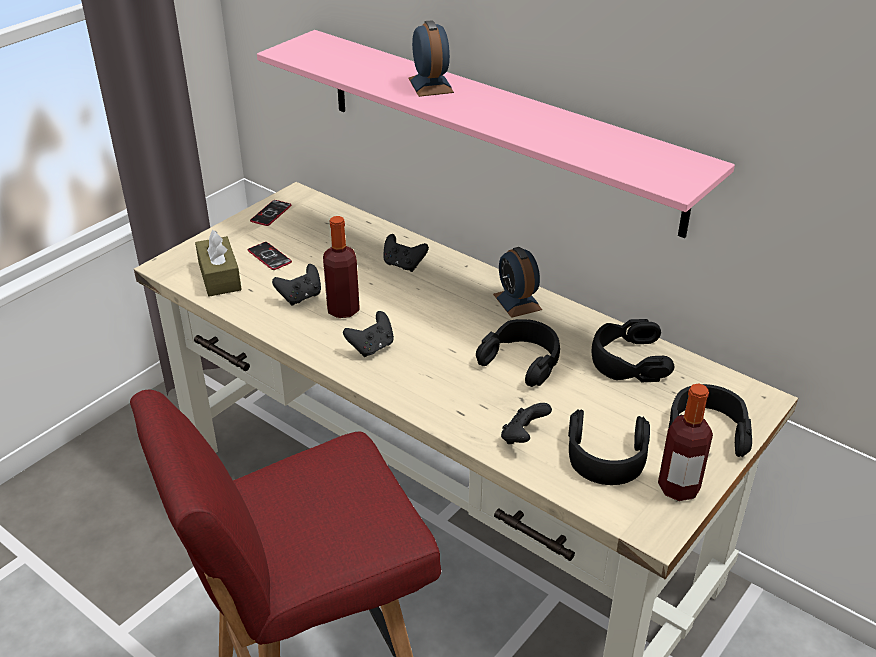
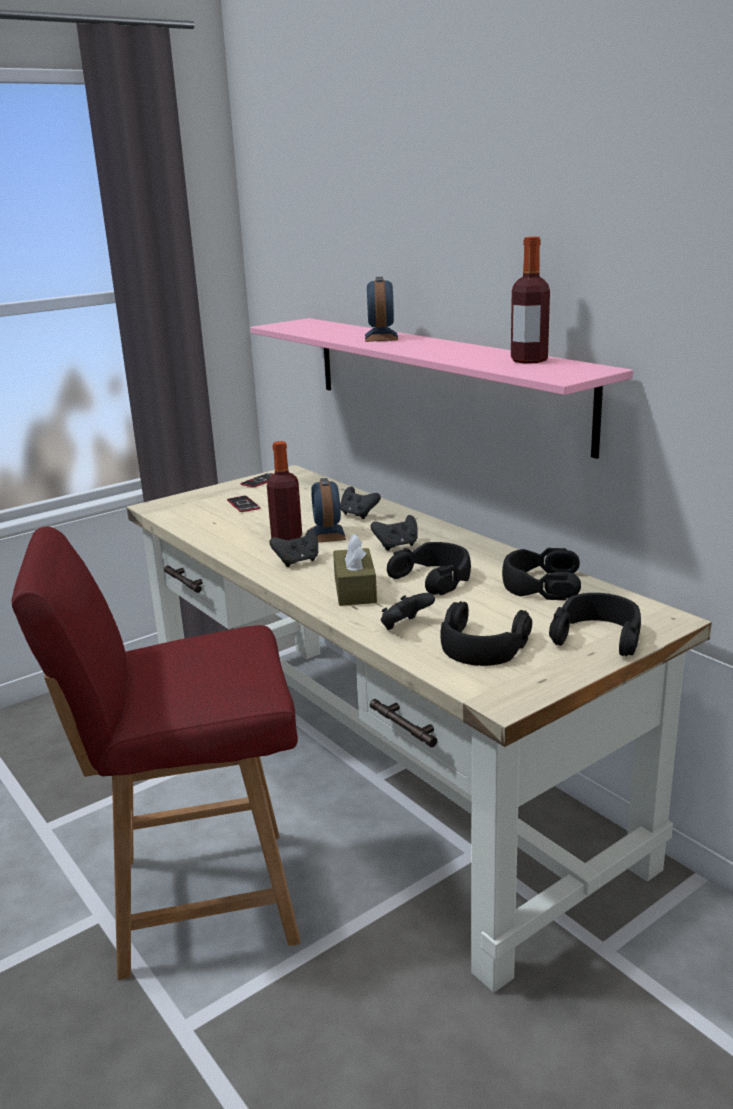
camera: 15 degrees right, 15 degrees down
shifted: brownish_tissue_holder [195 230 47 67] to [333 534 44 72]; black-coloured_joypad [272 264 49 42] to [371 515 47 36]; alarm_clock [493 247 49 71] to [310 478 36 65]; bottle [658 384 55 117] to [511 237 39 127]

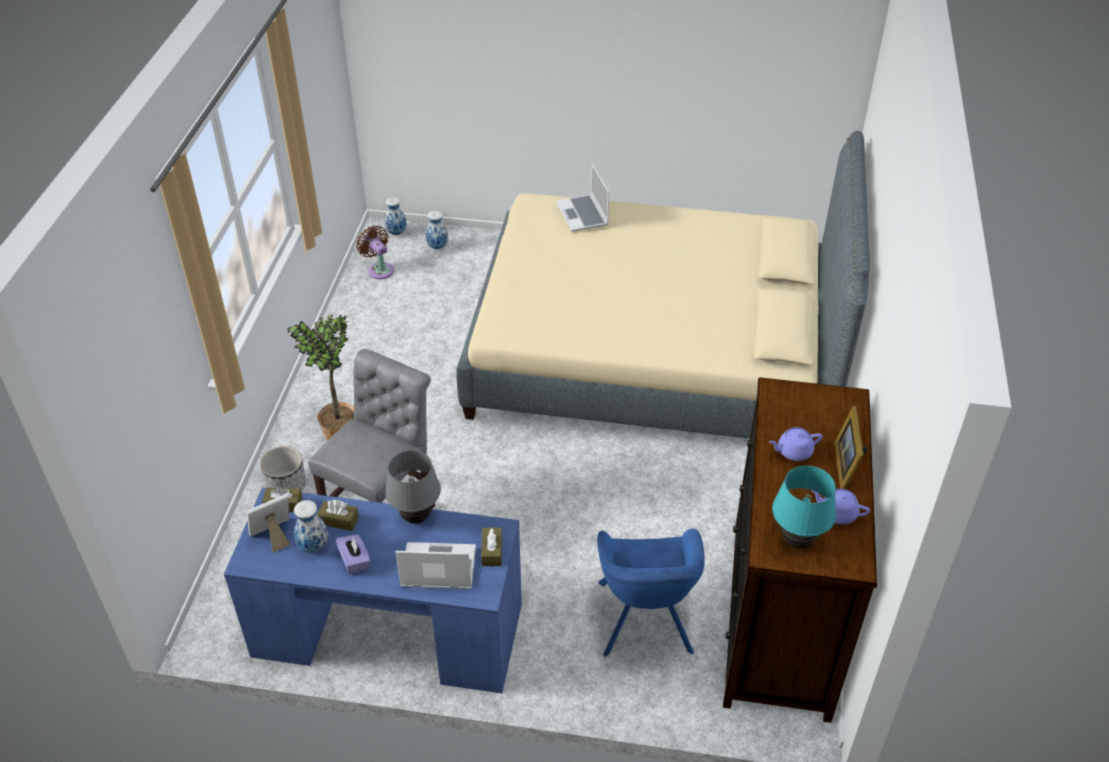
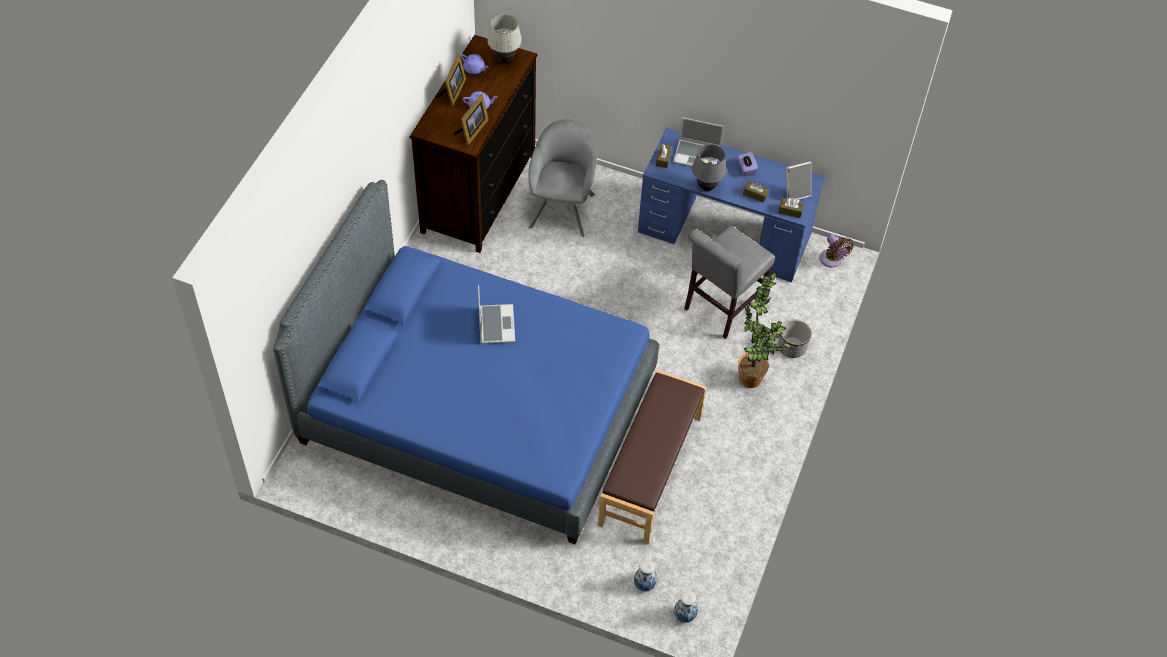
camera: 170 degrees left, 10 degrees up
gone: flower_vase [294 500 35 53]
new: picture_frame [454 94 35 52]; brownish_long_seat [598 370 108 174]
shifted: brownish_fan [357 226 37 53] to [820 234 34 34]; portable_computer [556 163 53 69] to [478 285 37 59]
repainted: beige_bedroom_bed [456 131 414 308] to bluish_bedroom_bed [273 180 386 364]; bluish_armchair [597 529 108 128] to gray_armchair [528 119 69 118]; blue-green_lamp_for_a_table [772 466 64 83] to white_lamp_for_a_table [487 14 35 49]

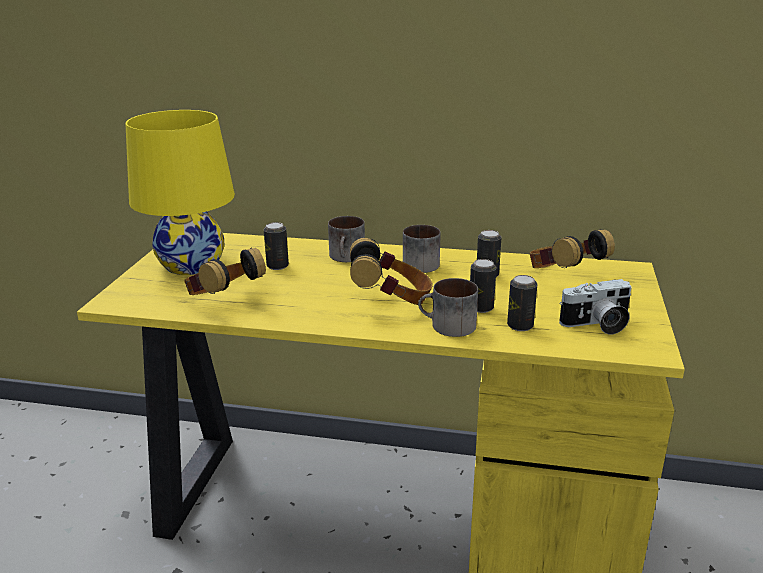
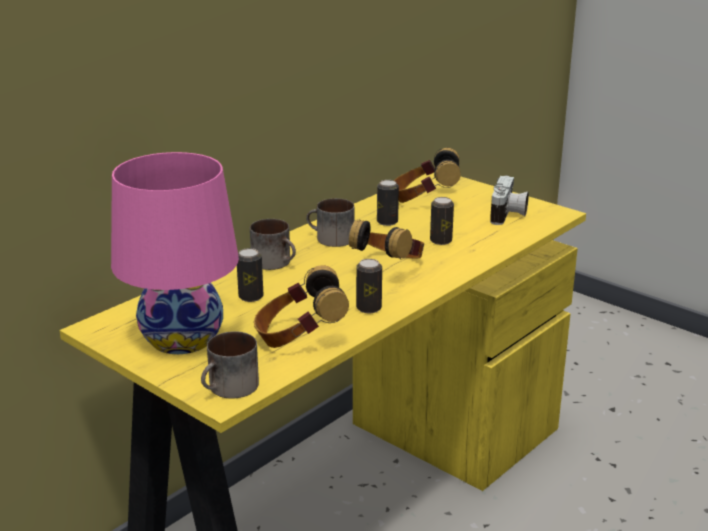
camera: 60 degrees left, 0 degrees up
shifted: mug [418 278 60 59] to [201 331 58 68]; metal_can [507 275 31 56] to [356 259 26 54]
repainted: yellowish_lamp_for_a_table [126 110 109 165] to pink_lamp_for_a_table [111 152 128 202]

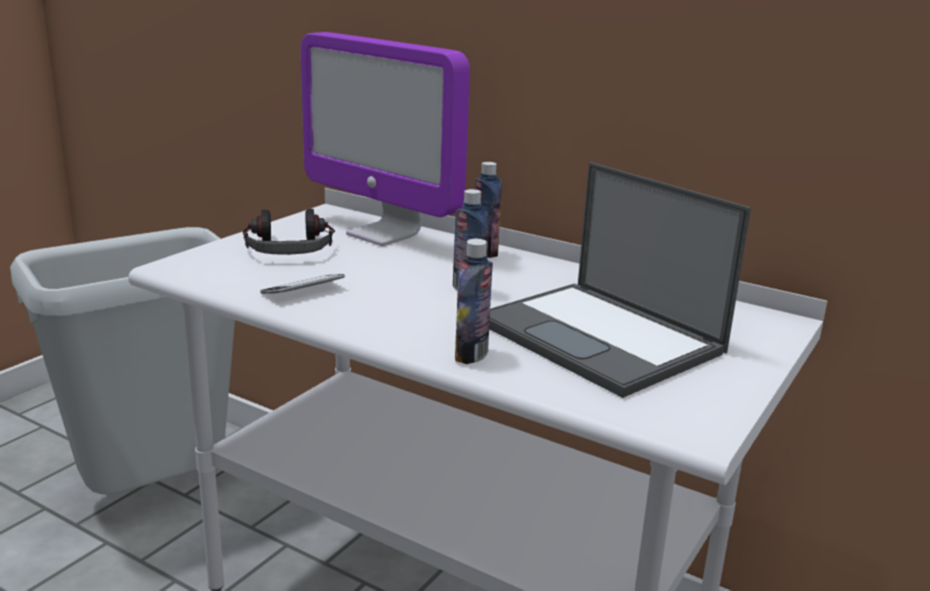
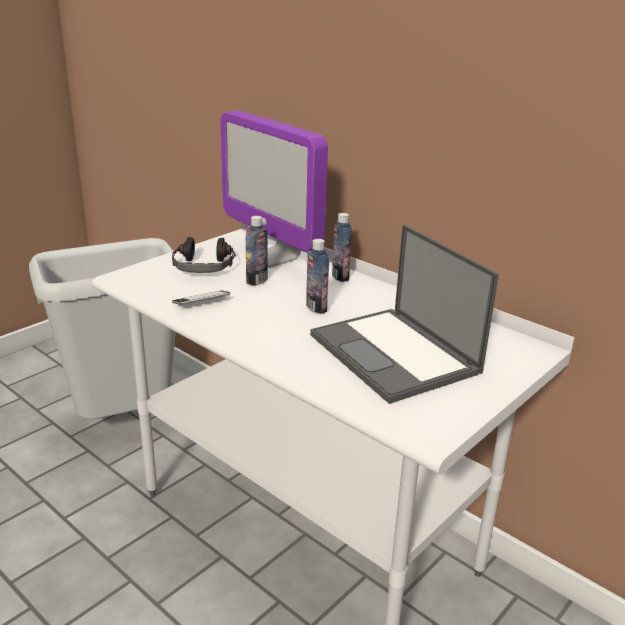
camera: 10 degrees right, 5 degrees up
shifted: bottle [455 239 38 125] to [246 216 22 70]

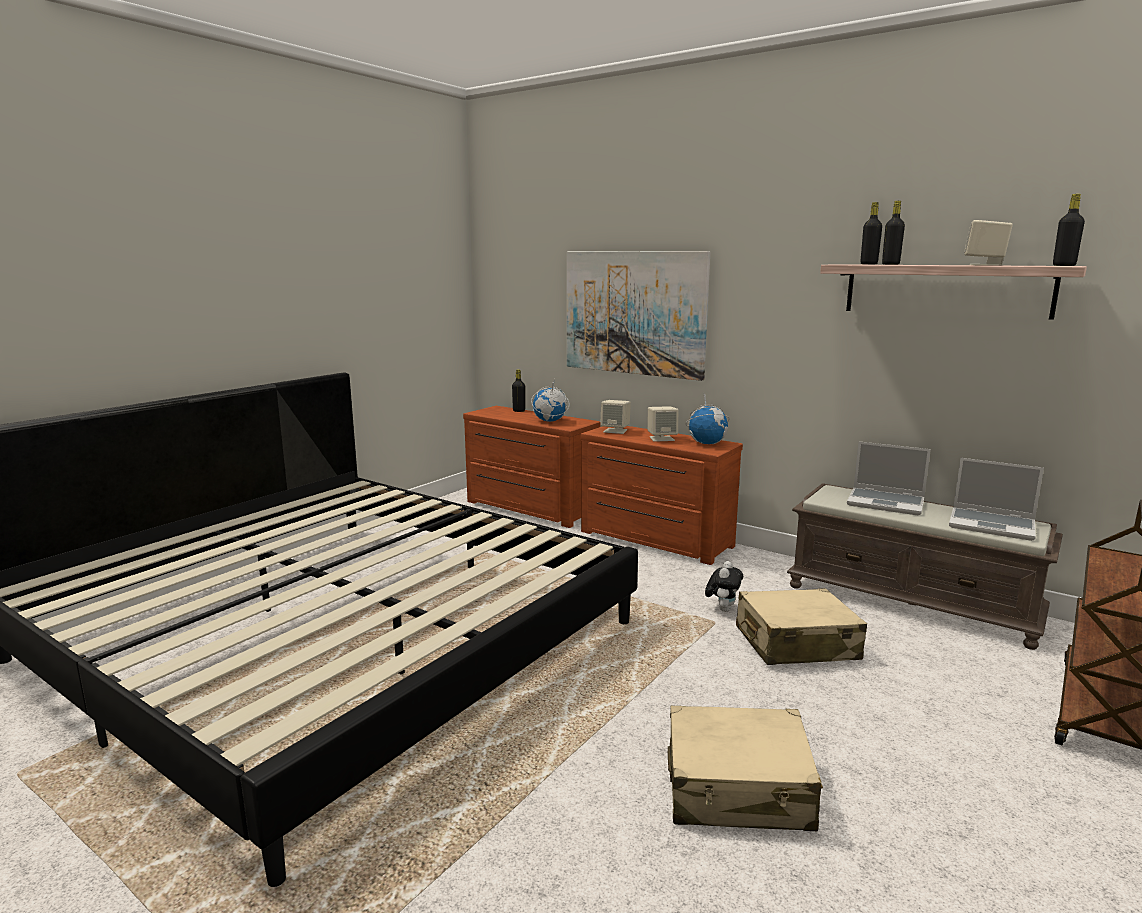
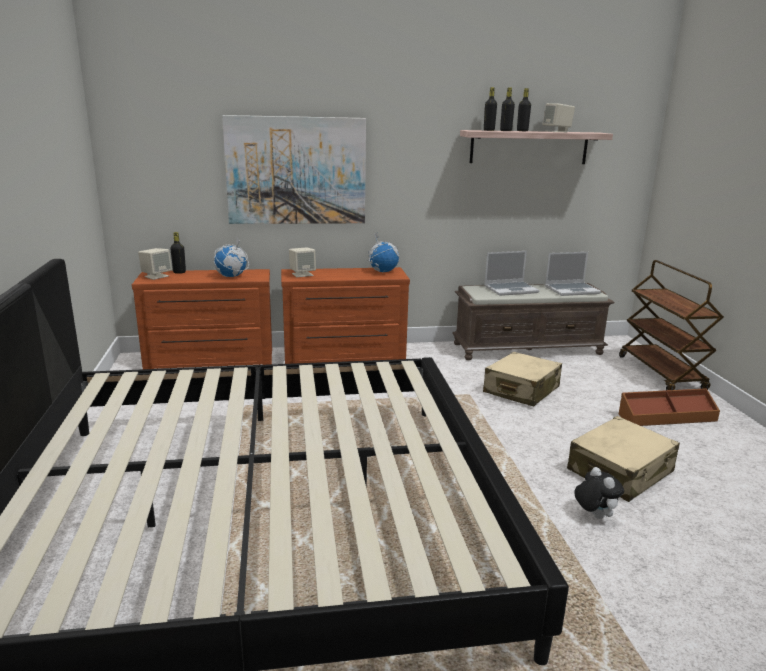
camera: 45 degrees left, 5 degrees up
new: brownish_storage_container [618 388 102 38]
shifted: beige_speaker [648 406 30 36] to [138 248 34 32]; plush_toy [705 561 38 51] to [574 467 50 52]; black-coloured_bottle [1053 194 32 72] to [517 88 14 43]

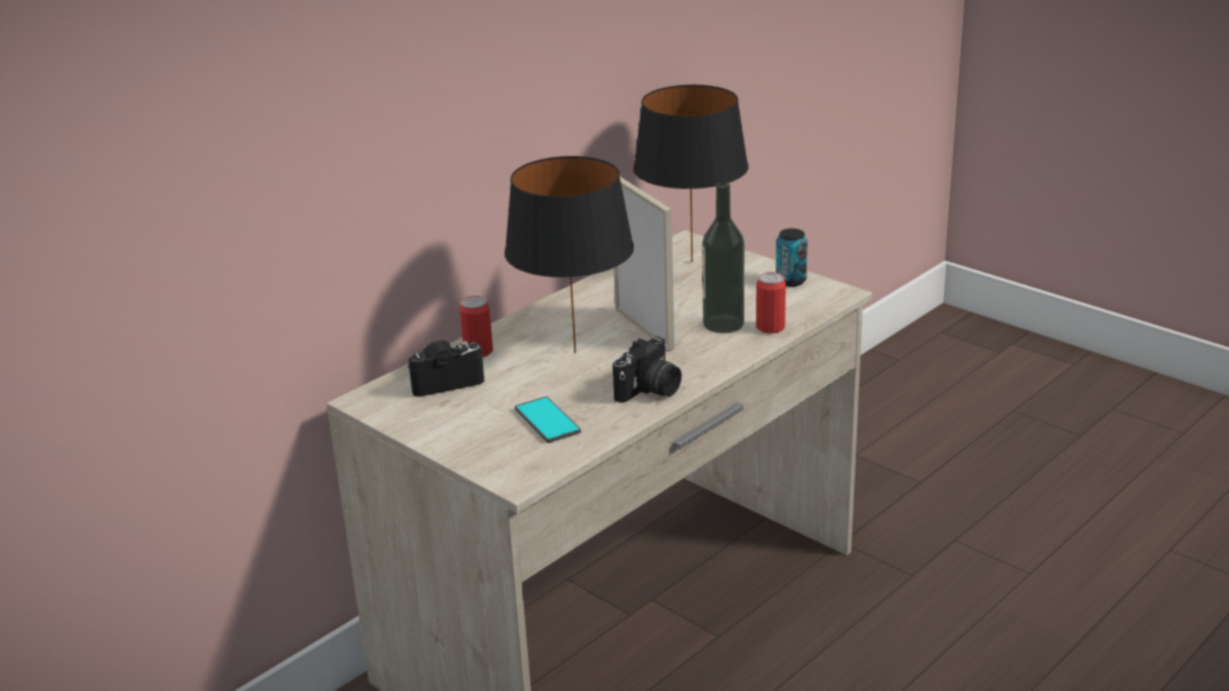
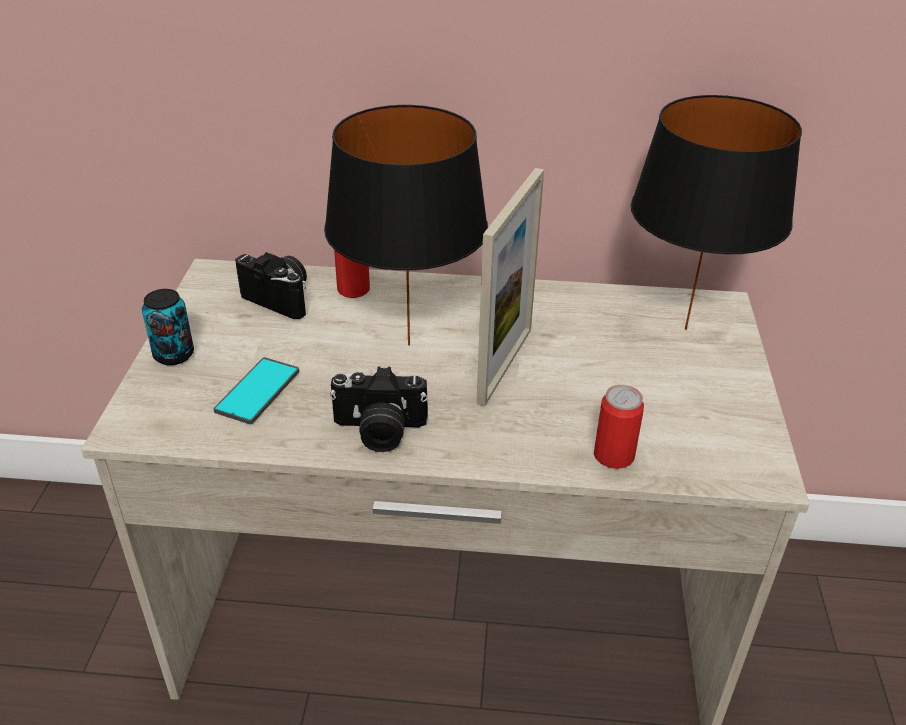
camera: 50 degrees right, 10 degrees up
gone: bottle [702 182 42 151]
shifted: metal_can [776 228 31 59] to [142 289 52 76]

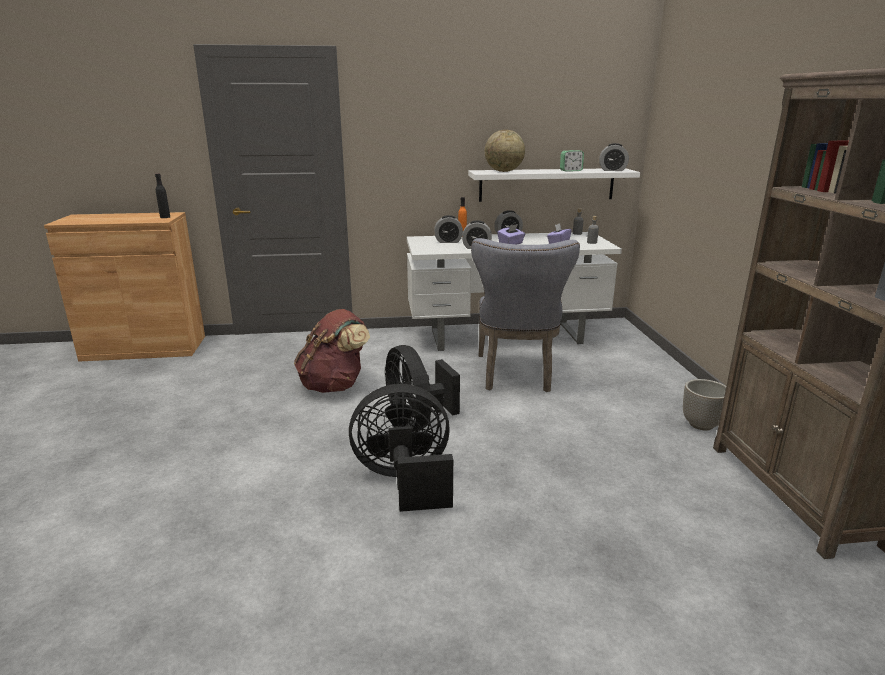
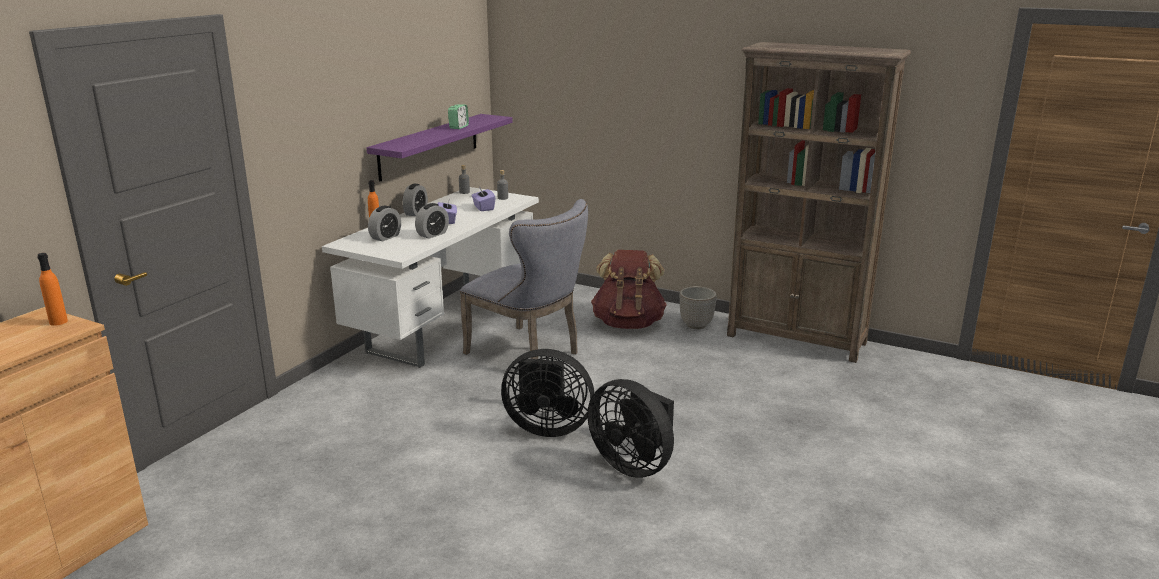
camera: 55 degrees left, 0 degrees up
gone: desk_globe [485 130 40 42]; alarm_clock [599 143 30 28]
shifted: brownish_backpack [294 309 76 84] to [591 250 76 79]
repainted: black-coloured_bottle [155 174 15 44] to orange-coloured_bottle [37 253 31 73]; white_wall_shelf [468 168 172 34] to purplish_wall_shelf [366 114 147 68]
rotated: black-coloured_fan [349 384 104 128] = [587 379 87 99] 75 degrees counterclockwise

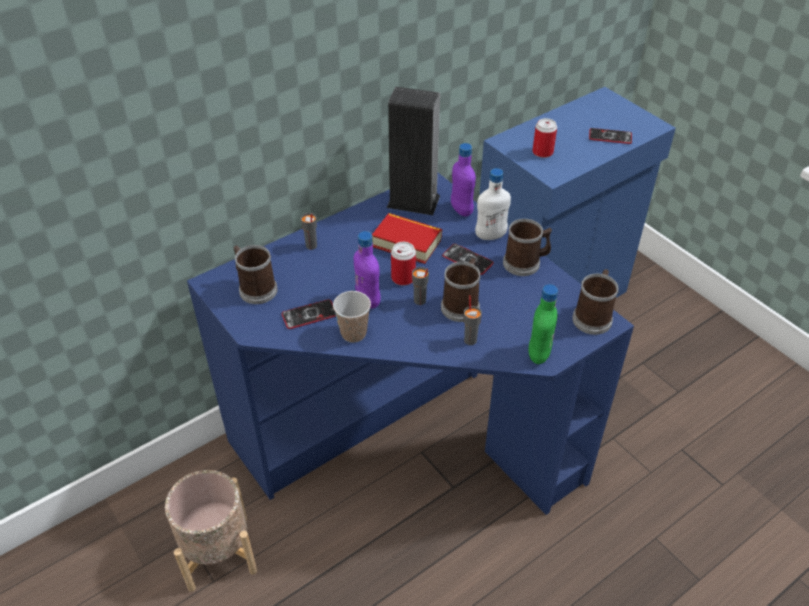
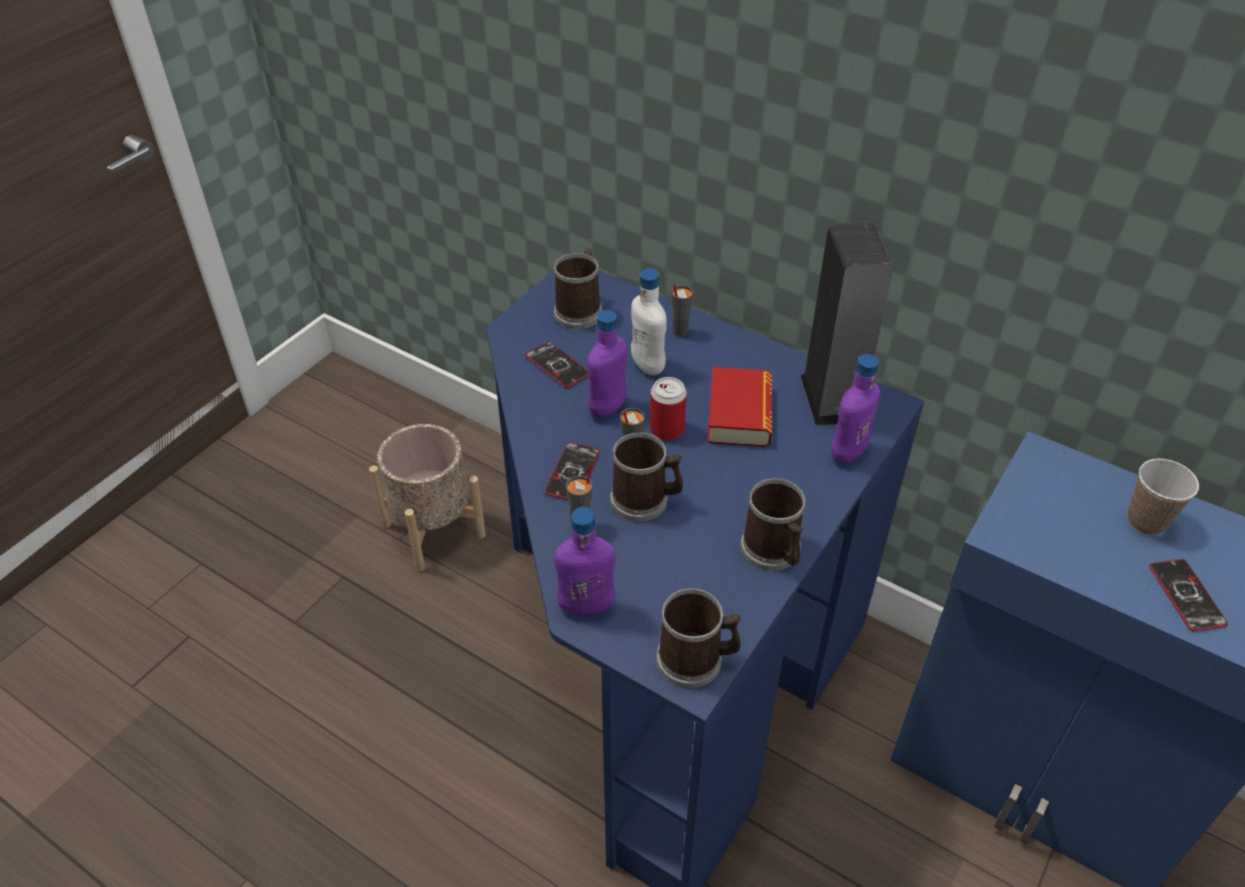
camera: 70 degrees right, 0 degrees up
gone: metal_can [533 118 24 40]
shifted: small_cup [333 291 38 52] to [1128 459 71 77]; phone [442 244 52 31] to [545 442 55 58]; white_bottle [475 168 36 72] to [631 269 36 106]
repainted: greenish_bottle [528 284 30 80] to purplish_bottle [554 507 62 109]

